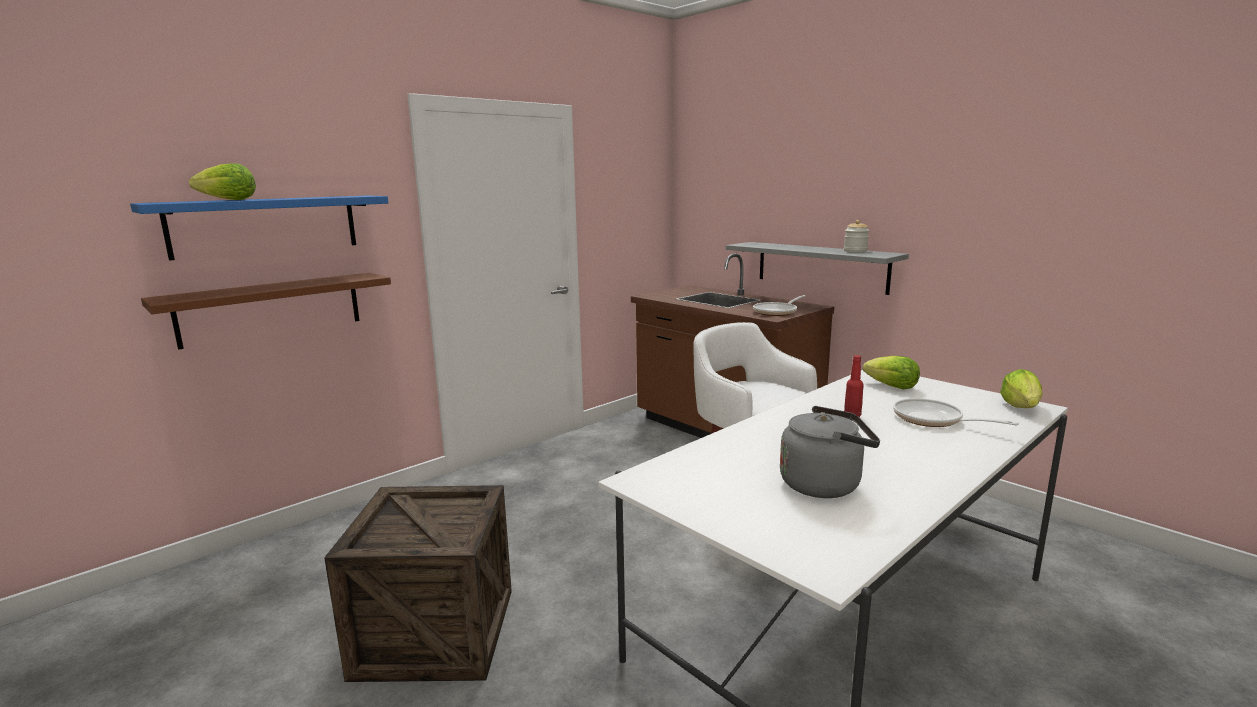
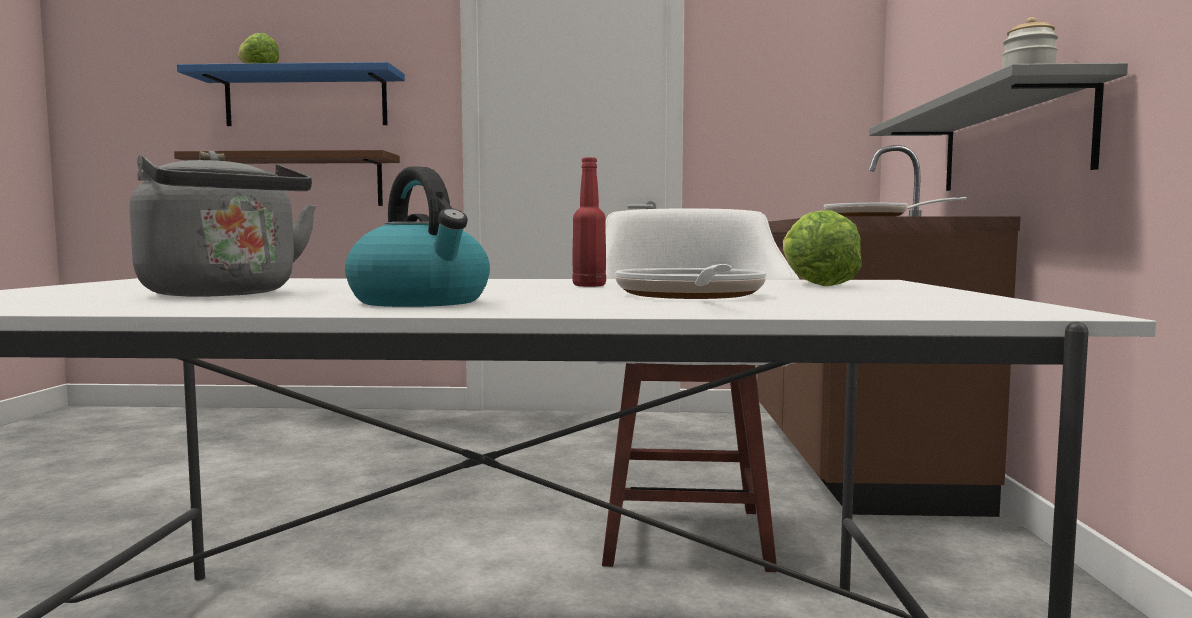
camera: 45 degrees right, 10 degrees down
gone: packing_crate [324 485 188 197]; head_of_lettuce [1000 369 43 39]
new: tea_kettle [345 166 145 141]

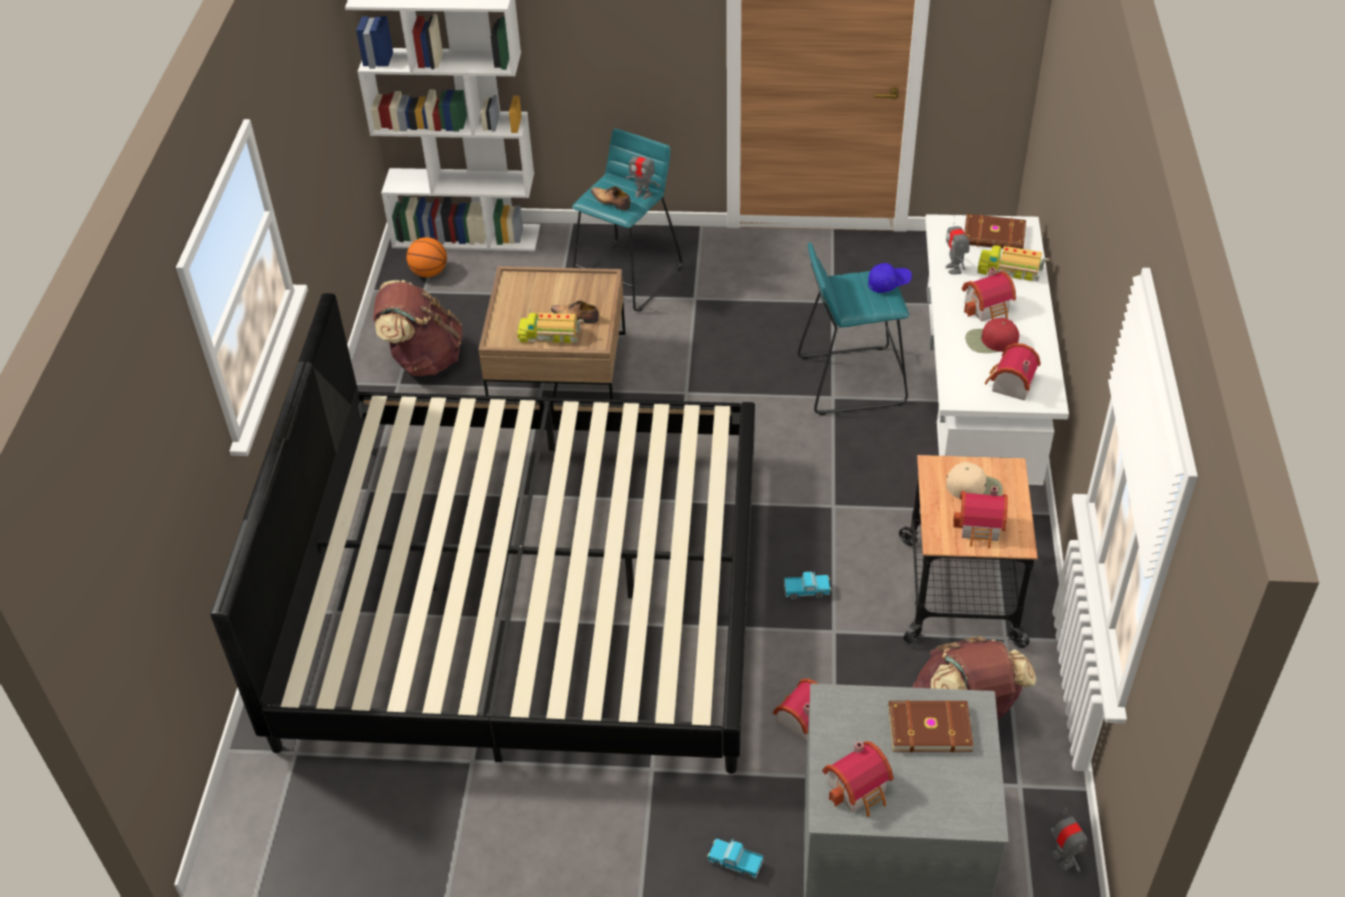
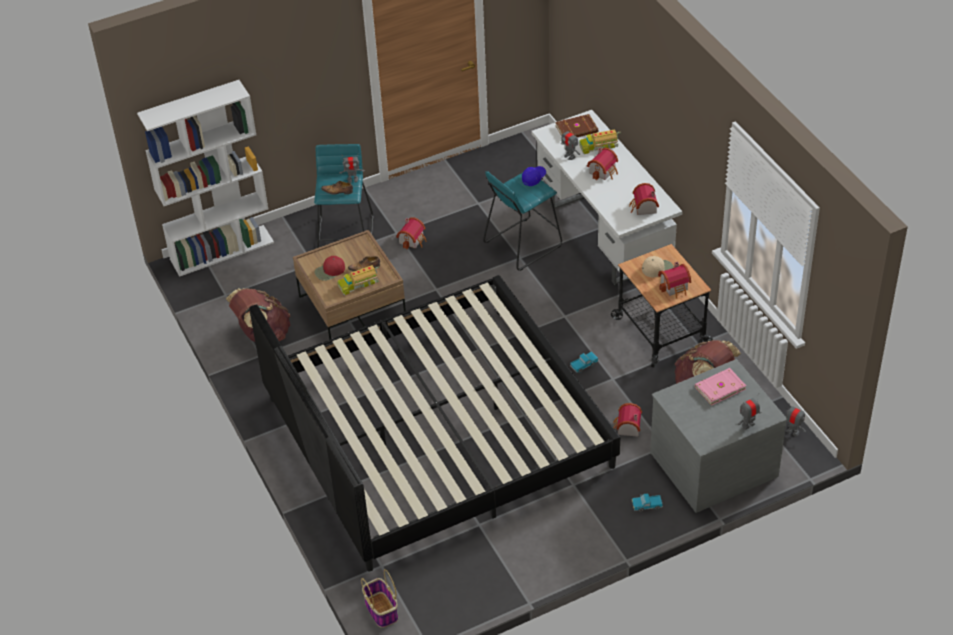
camera: 30 degrees left, 0 degrees up
gone: basketball [407 237 40 41]
new: household_basket [361 569 37 59]; robot_figure [738 393 23 37]
shifted: toy_house [822 741 71 76] to [396 217 30 32]; reddish_cap [965 318 54 35] to [315 256 30 25]
repainted: brownish_bound_book [889 700 85 52] to pink_bound_book [695 368 51 38]

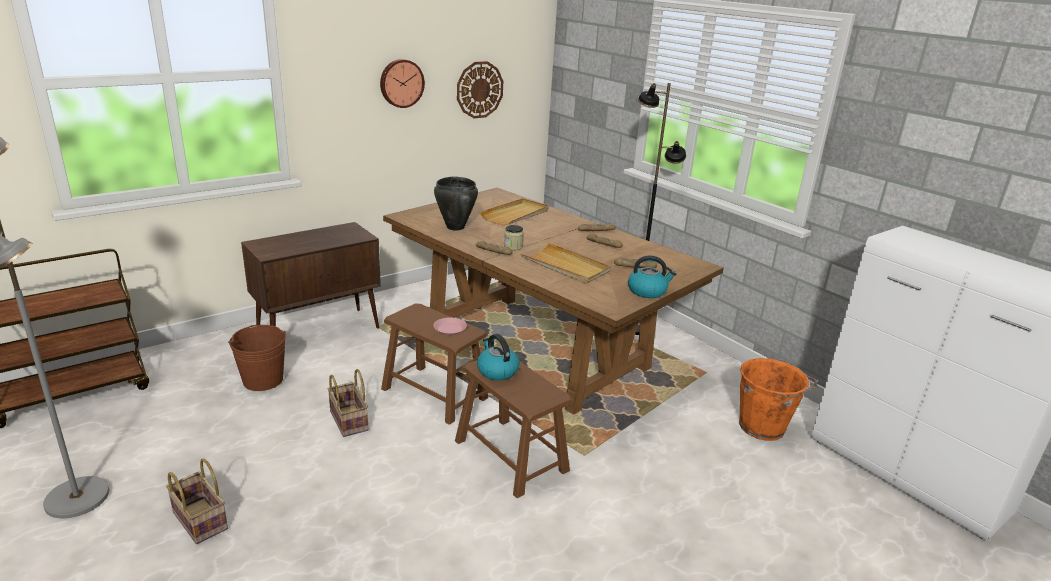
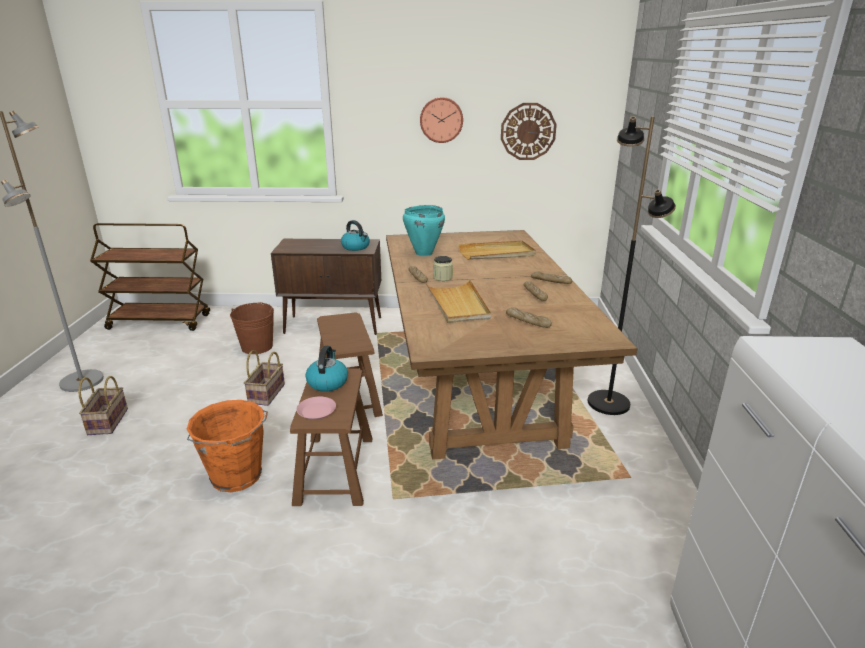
camera: 40 degrees right, 0 degrees up
shifted: pink_dinner_plate [433 317 34 18] to [296 397 40 23]; tea_kettle [628 255 48 43] to [341 220 29 31]; orange-coloured_bucket [739 358 79 83] to [187 400 81 92]
repainted: black-coloured_saucepot [434 177 44 53] to blue-green_saucepot [403 205 42 51]

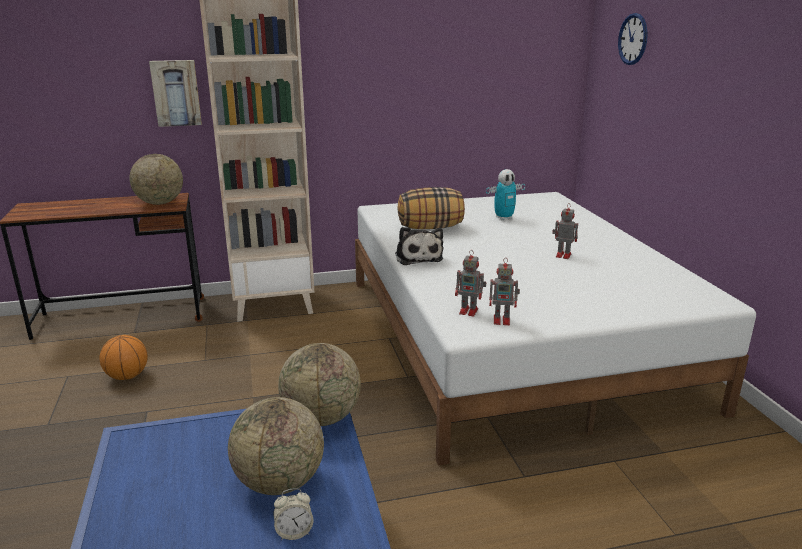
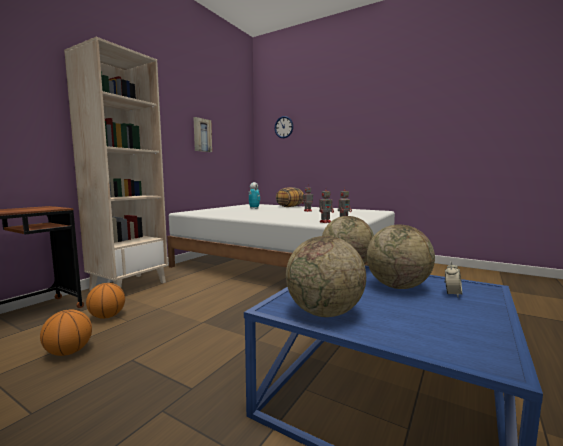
camera: 45 degrees left, 15 degrees down
gone: plush_toy [395 227 48 38]
new: basketball [86 283 39 36]
shifted: desk_globe [129 154 54 51] to [286 236 80 81]; picture [149 60 53 67] to [193 117 19 35]; throw_pillow [398 187 67 42] to [276 187 28 20]

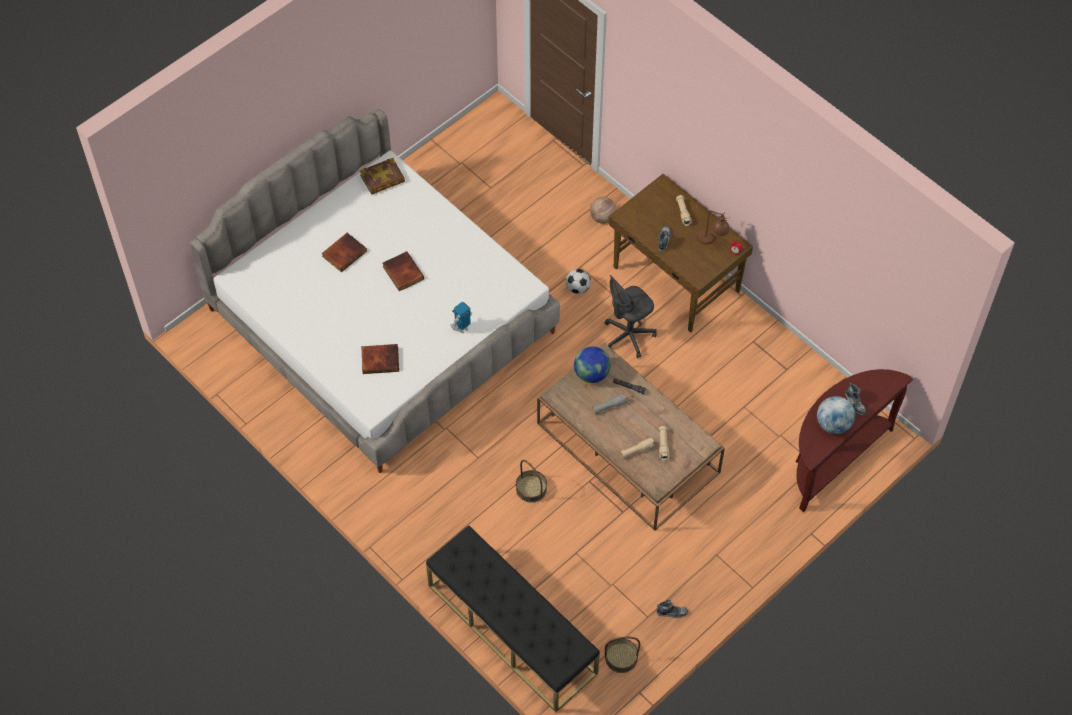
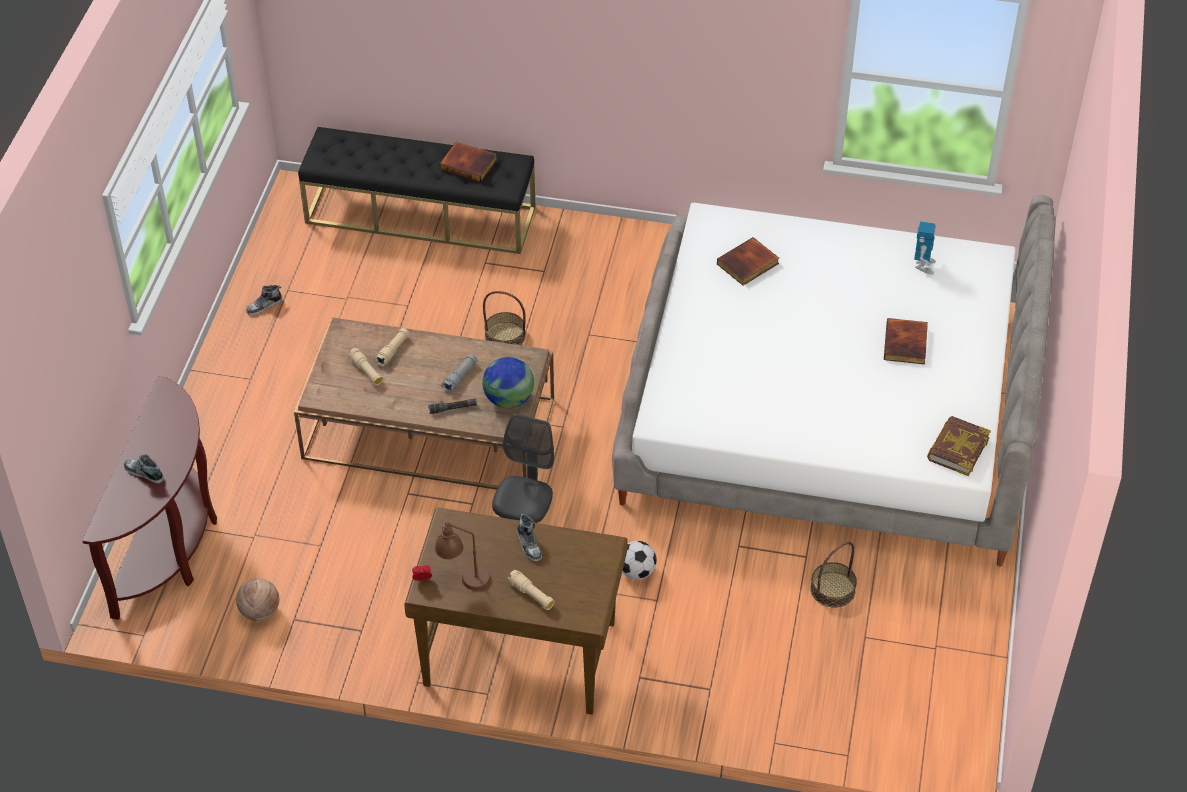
camera: 145 degrees right, 10 degrees down
gone: desk_globe [817 396 38 38]
shifted: bound_book [382 251 42 40] to [440 141 57 41]; robot_figure [450 302 22 31] to [914 221 22 54]; basketball [590 197 27 27] to [236 578 43 43]; household_basket [605 637 35 36] to [810 542 47 66]

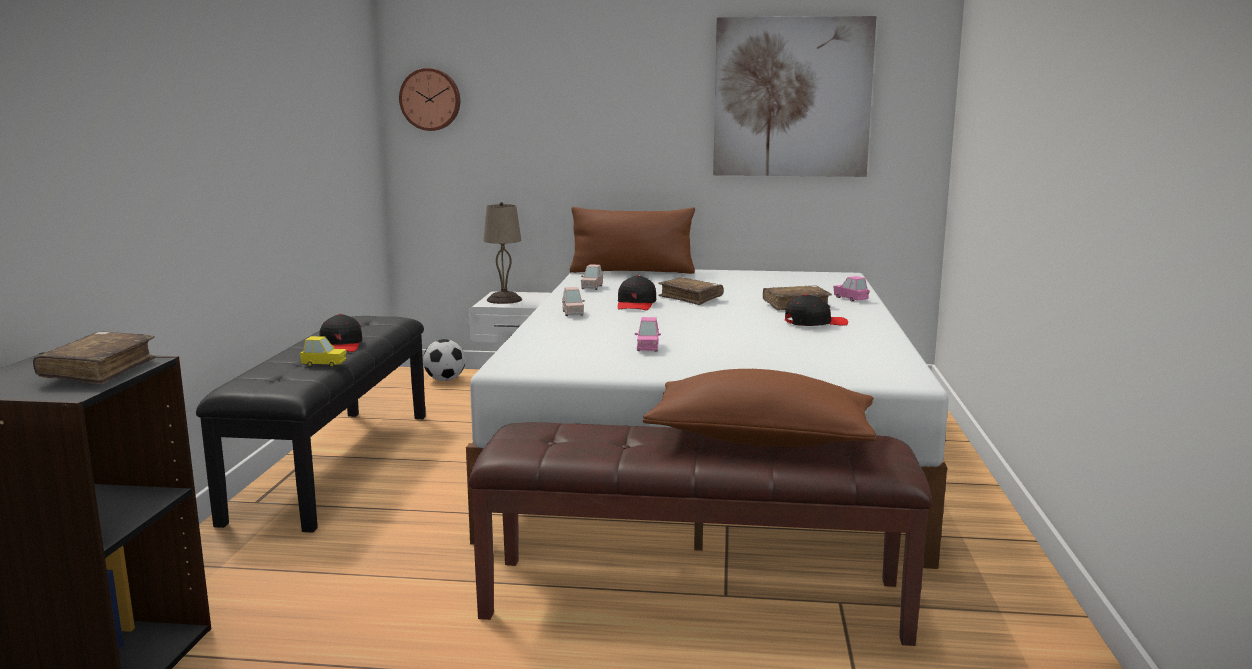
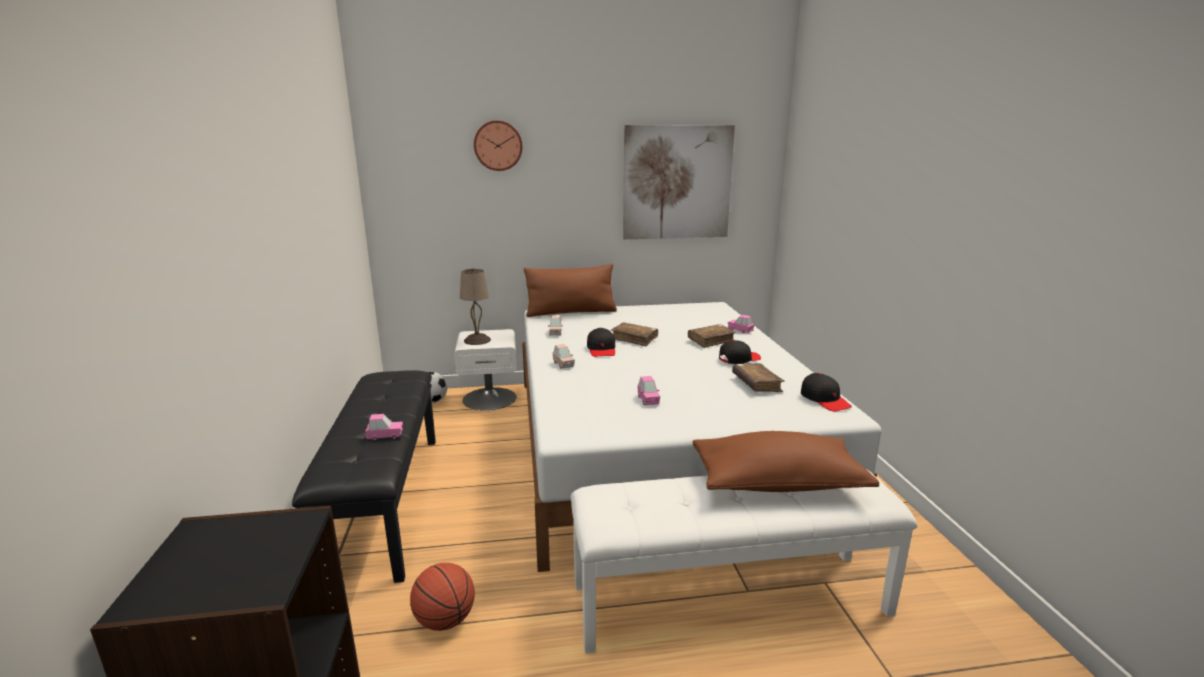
camera: 15 degrees left, 5 degrees up
new: basketball [410 563 65 68]
shifted: brownish_bound_book [33 332 123 53] to [732 363 53 29]; black-coloured_cap [319 314 43 38] to [801 373 51 39]; wall_clock [399 68 61 63] to [474 120 49 51]
repainted: yellowish_model_car [300 336 47 31] to pink_model_car [365 414 38 27]; brownish_long_seat [469 422 463 224] to white_long_seat [570 470 348 184]

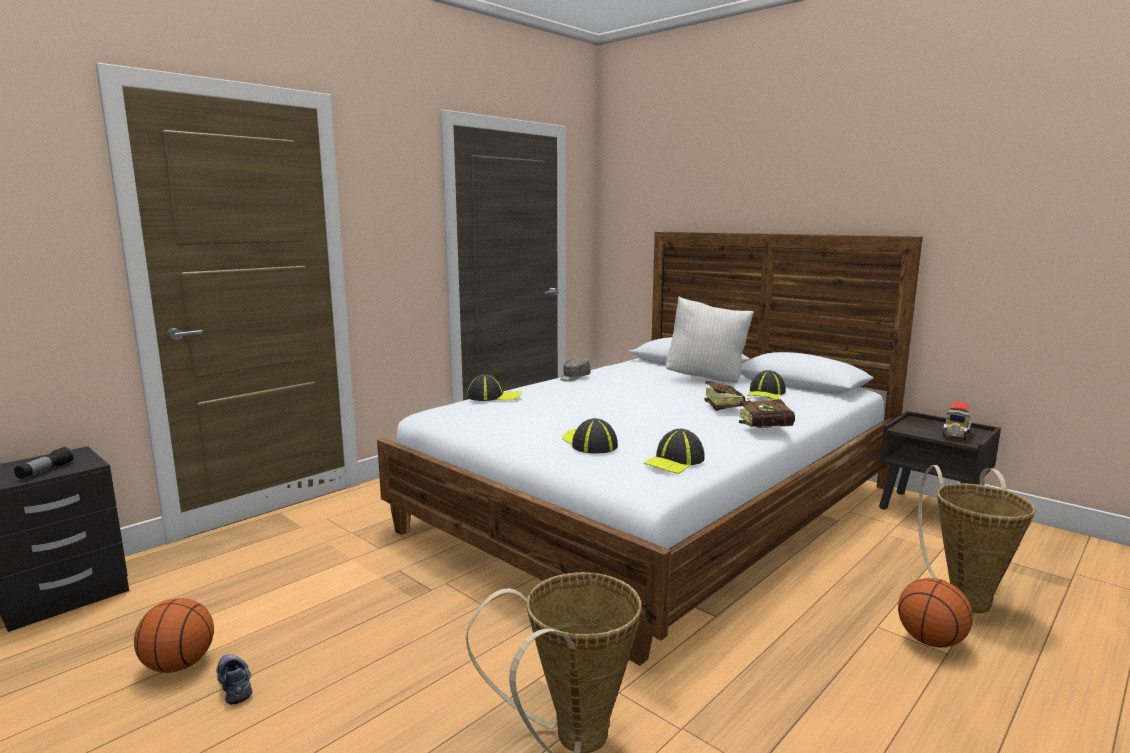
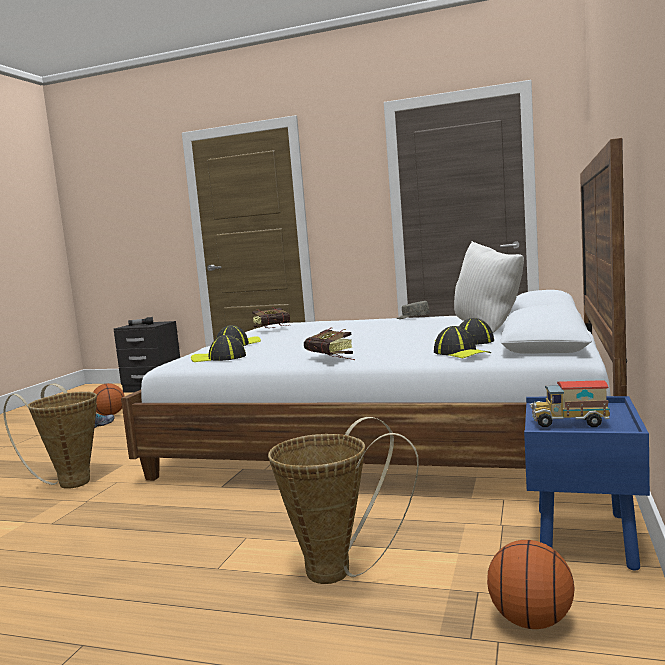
camera: 65 degrees right, 5 degrees down
shifted: cap [467 374 55 27] to [434 326 57 32]; bound_book [705 381 41 30] to [252 307 38 21]; basketball [898 578 75 70] to [487 540 88 89]
repainted: brownish_night_table [879 411 122 99] to bluish_night_table [524 396 126 174]

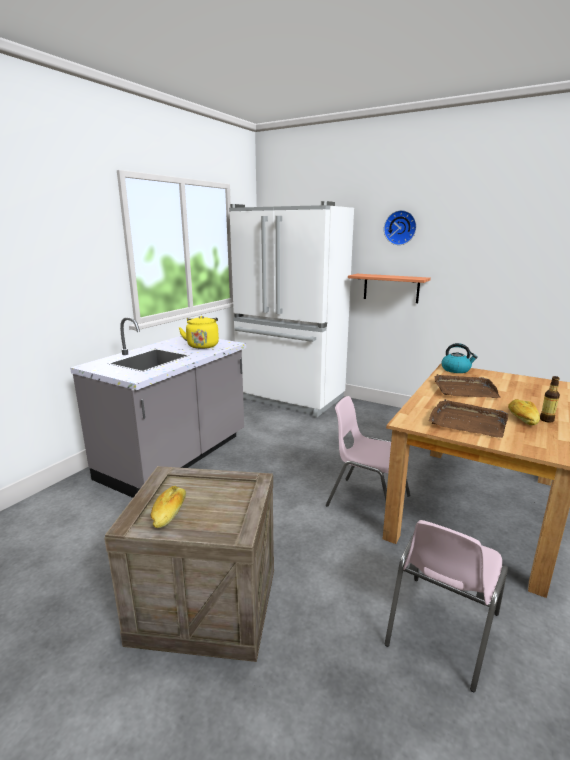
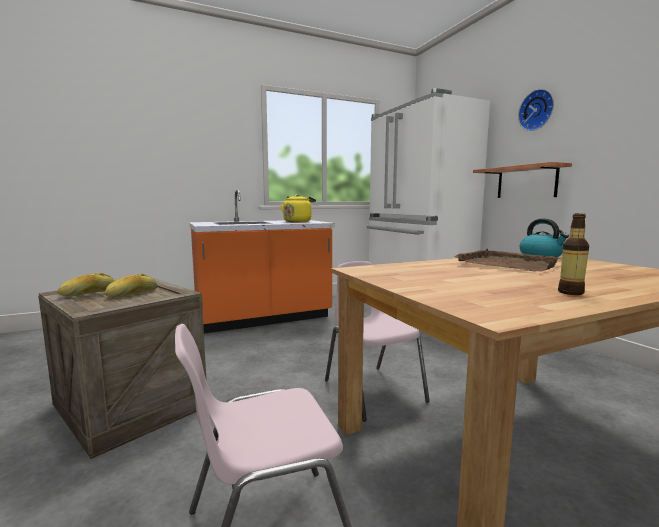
camera: 35 degrees right, 10 degrees down
gone: brownish_serving_tray [429 399 79 39]
shifted: bakery_bread [508 399 32 26] to [105 274 53 24]
repainted: gray_counter [70 317 176 181] to orange-coloured_counter [189 190 146 144]

